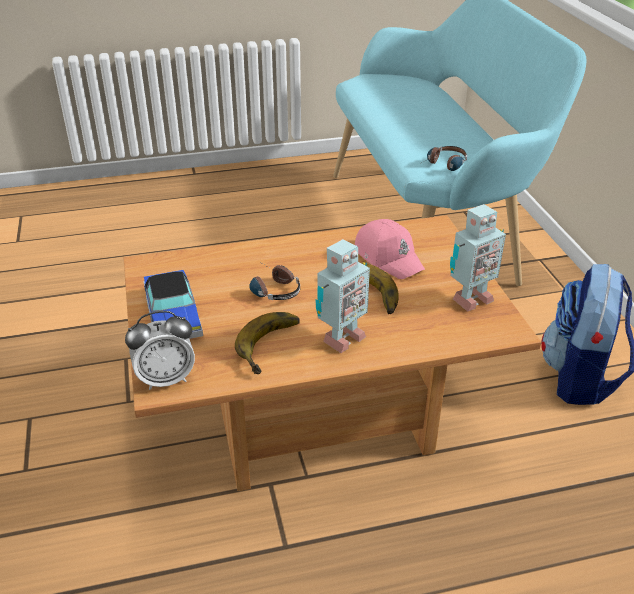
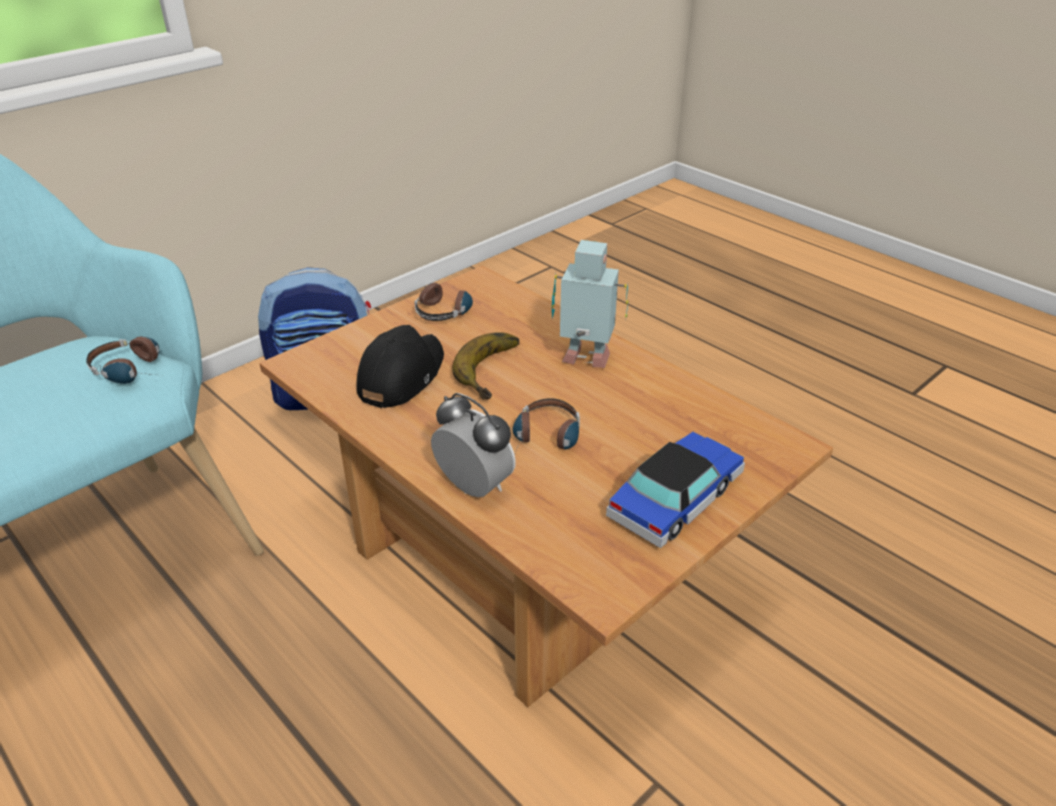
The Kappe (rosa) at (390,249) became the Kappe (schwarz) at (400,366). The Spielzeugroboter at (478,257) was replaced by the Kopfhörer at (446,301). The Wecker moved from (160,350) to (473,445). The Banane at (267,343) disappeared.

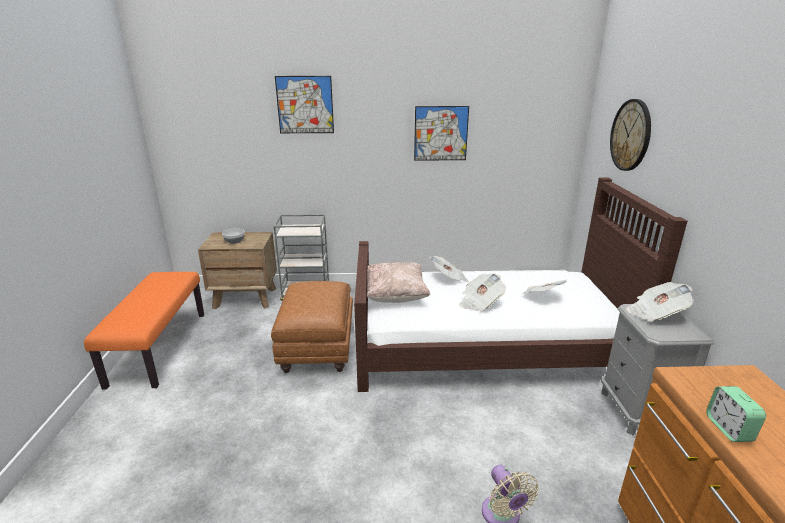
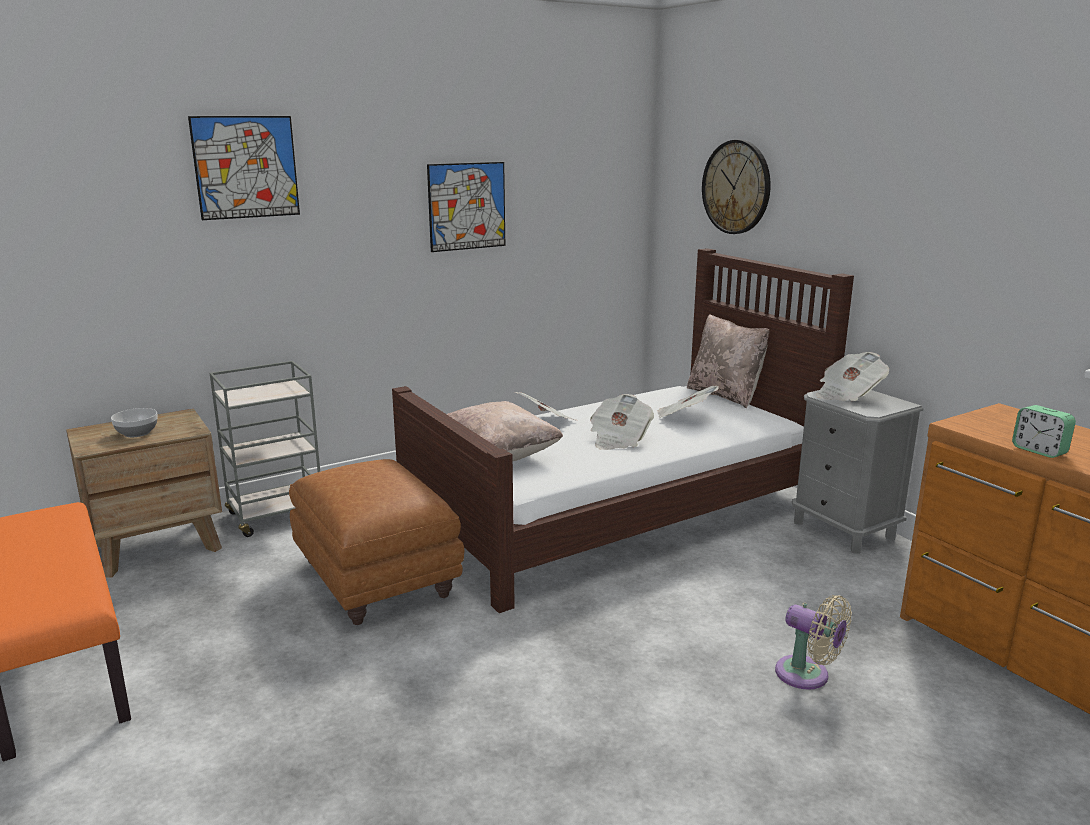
The Kissen (beige) at (728,361) appeared.

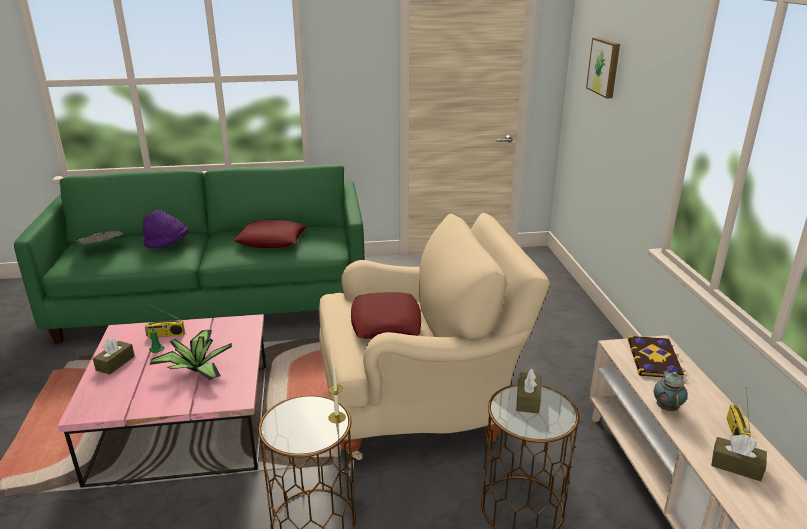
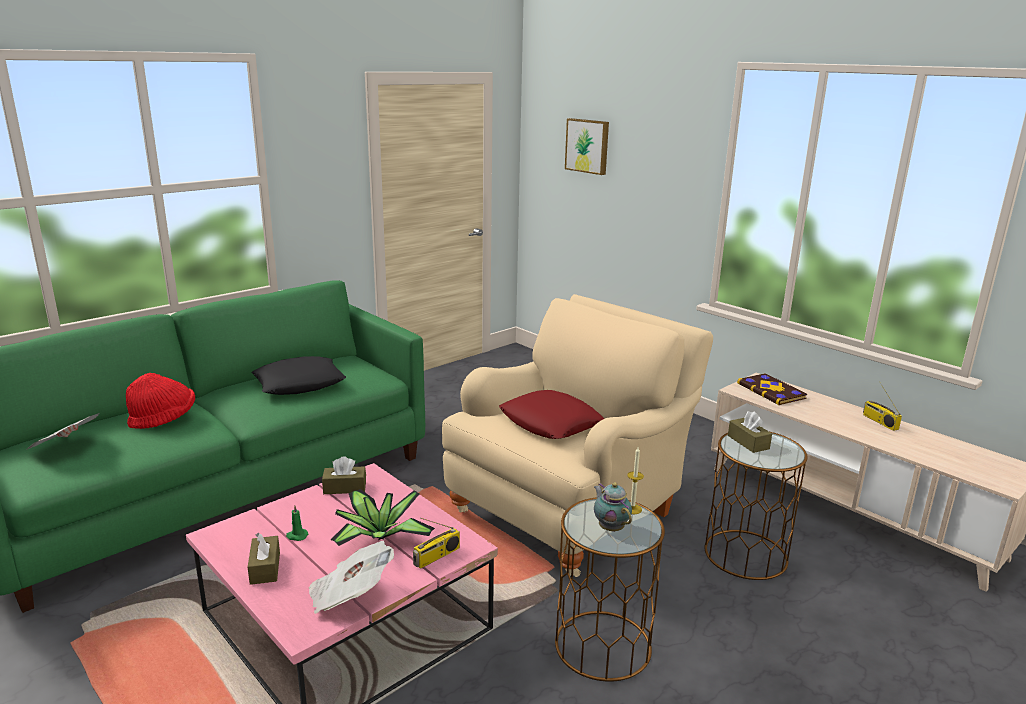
The Hut (lila) at (165,229) became the Hut (rot) at (160,401). The Kissen (rot) at (270,233) became the Kissen (schwarz) at (299,375). The Zeitung at (351,577) appeared. The Taschentuchbox (braun) moved from (739,458) to (344,475). The Radio moved from (165,321) to (436,543). The Teekanne moved from (670,390) to (613,507).

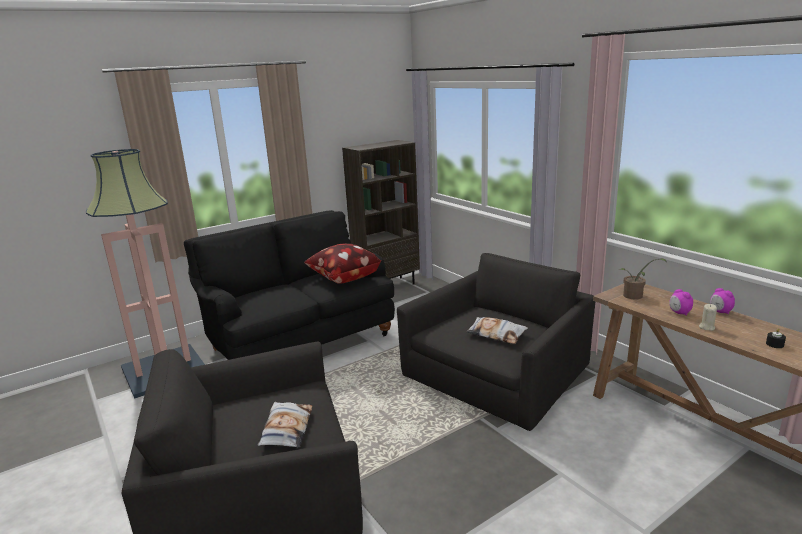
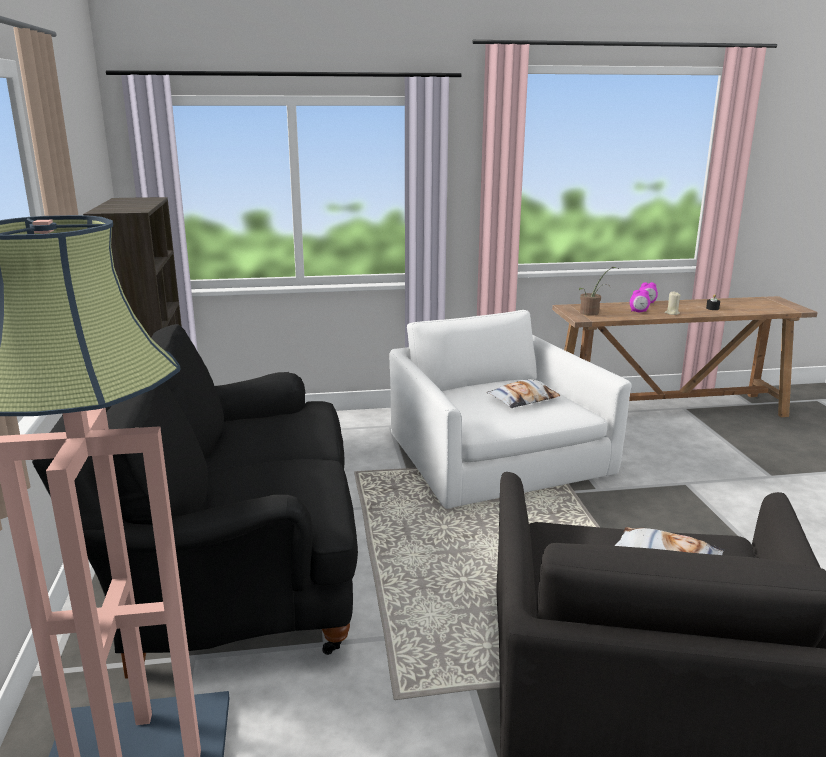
The Sessel (schwarz) at (496,342) became the Sessel (weiß) at (510,409). The Kissen at (342,263) disappeared.

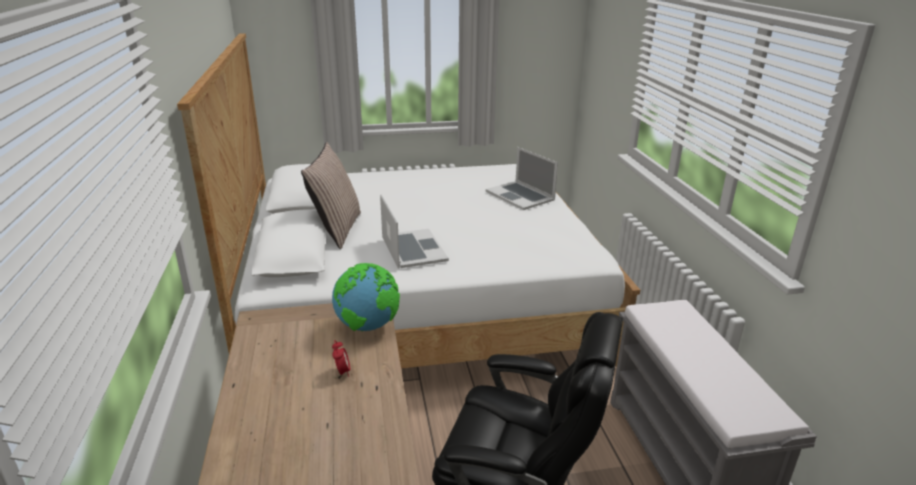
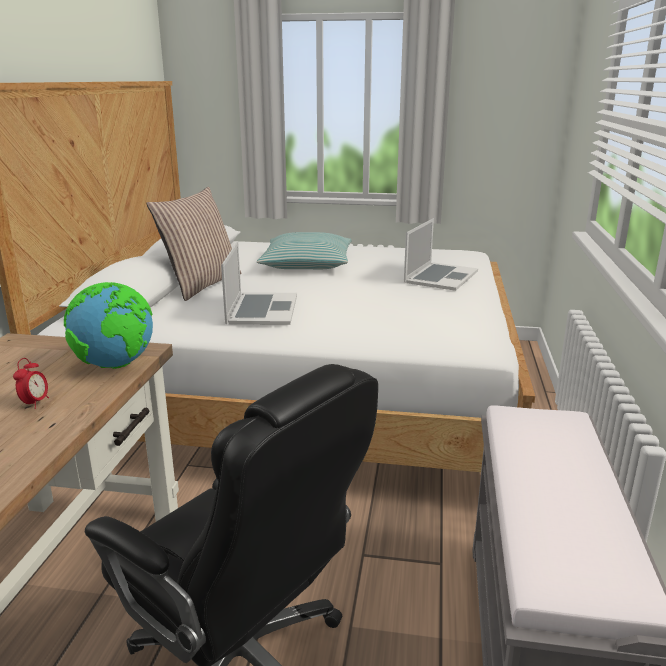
The Kissen at (304,250) appeared. The Laptop at (522,178) turned 135 degrees counterclockwise.

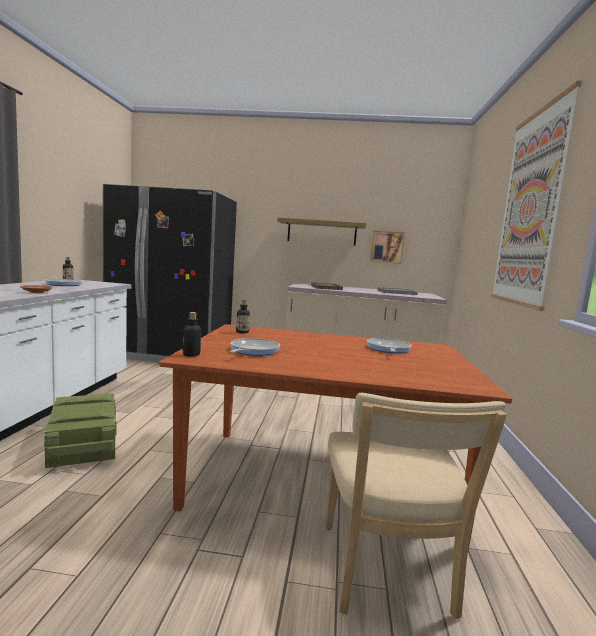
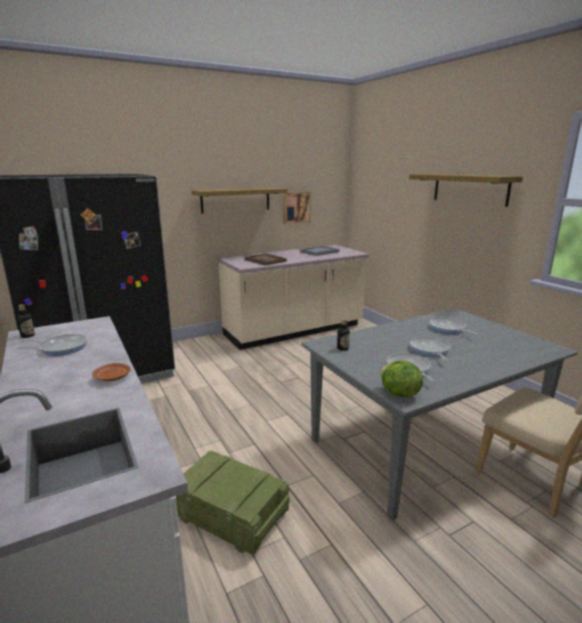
The Esstisch (braun) at (335,437) became the Esstisch (grau) at (439,414). The Flasche at (192,334) was replaced by the Salatkopf at (401,378). The Bild at (536,196) was replaced by the Wandregal at (466,190). The Pfanne at (430,349) appeared.

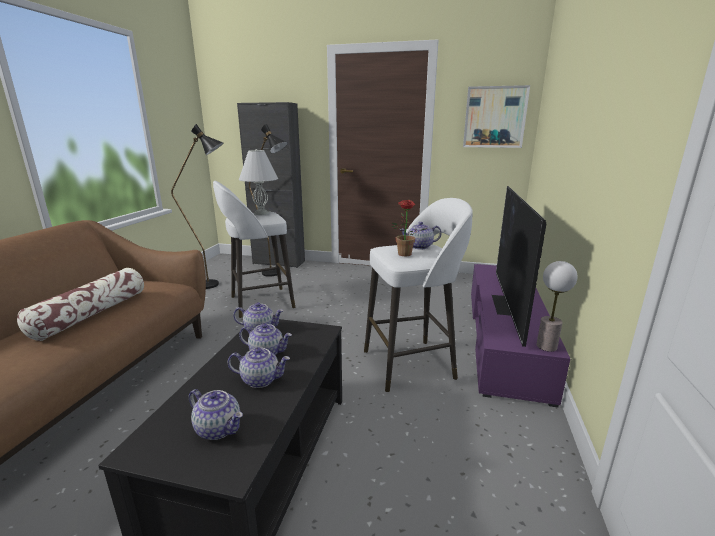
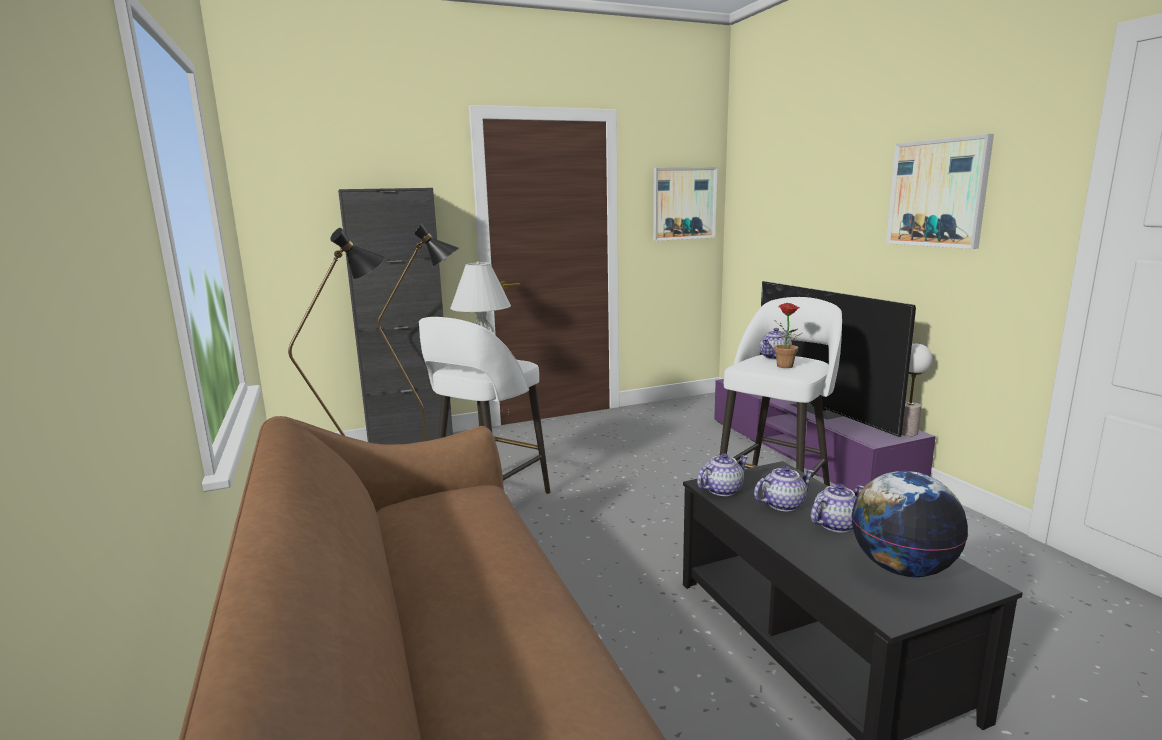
The Teekanne at (216,414) was replaced by the Globus at (909,524). The Bild at (940,191) appeared. The Kissen at (80,304) disappeared.

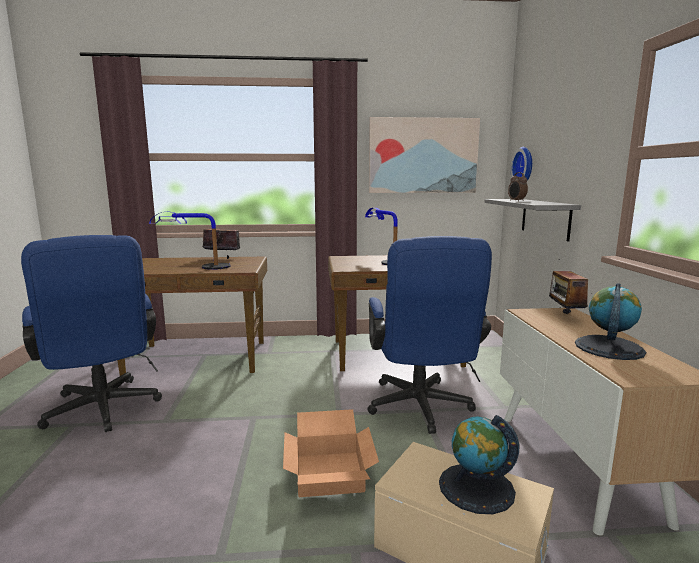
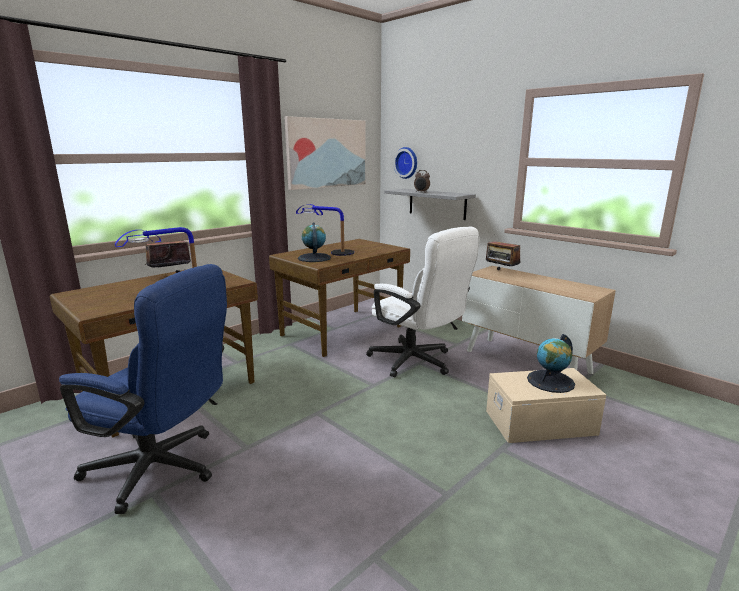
The Globus moved from (610,321) to (314,242). The Bürostuhl (blau) at (429,335) became the Bürostuhl (weiß) at (423,302). The Karton at (331,453) disappeared.

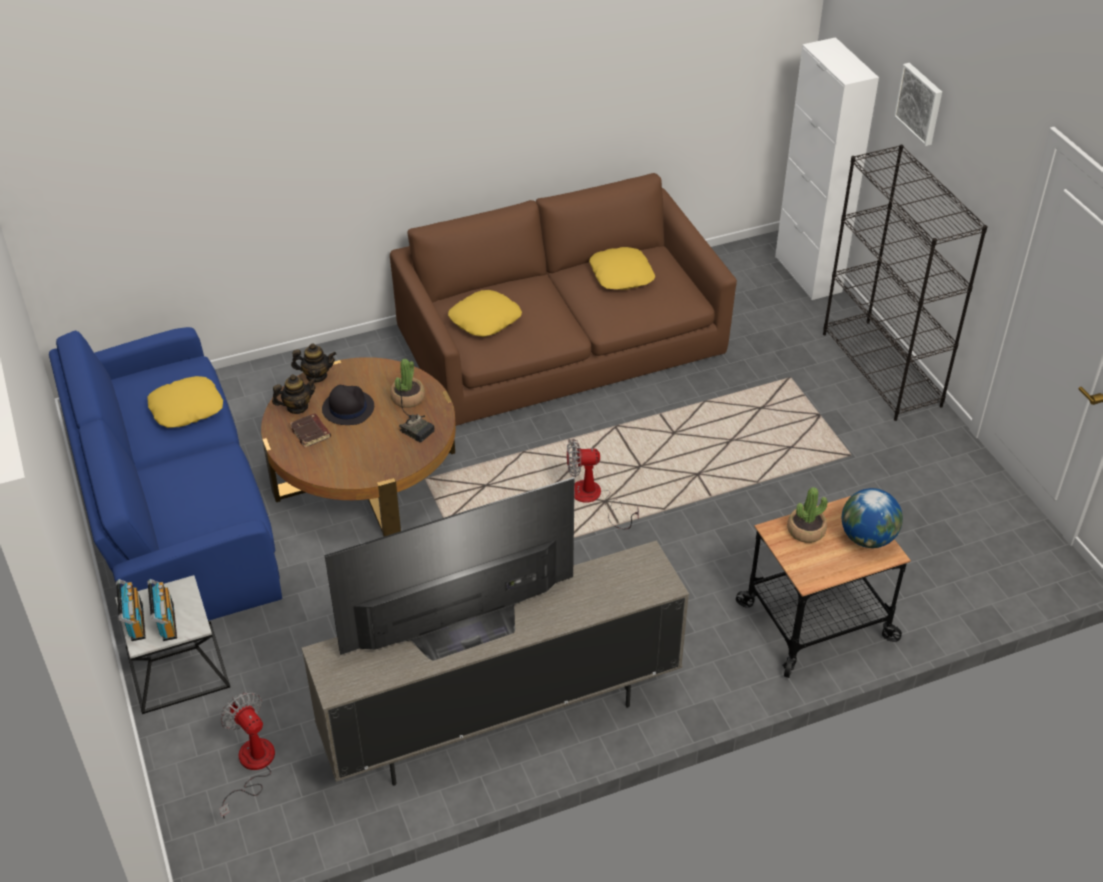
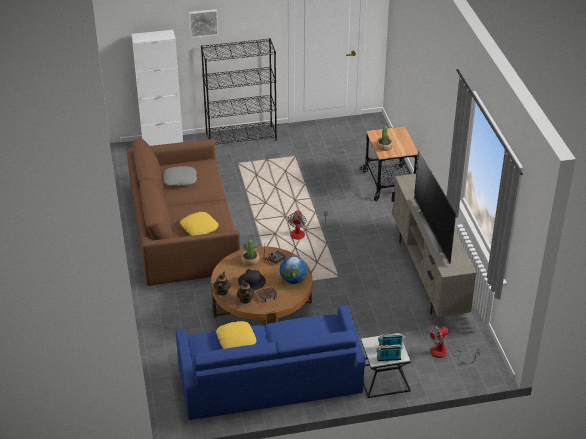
The Kissen (gelb) at (622,268) became the Kissen (grau) at (180,176). The Globus moved from (872,518) to (293,270).

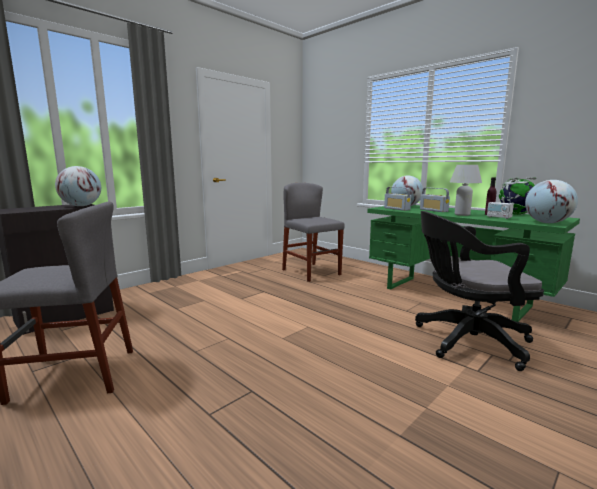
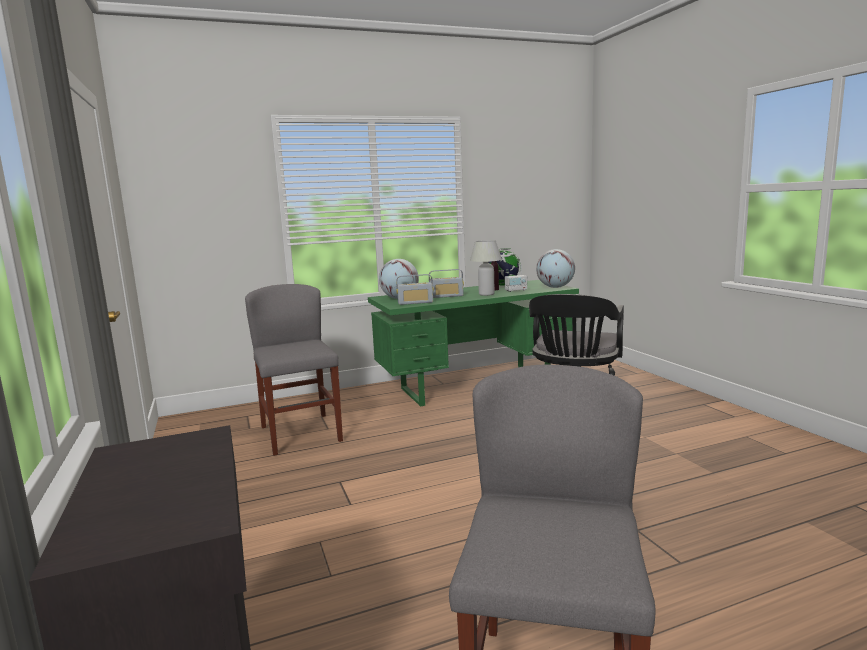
The Stuhl (grau) at (313,232) turned 75 degrees clockwise. The Globus at (78,186) disappeared.

